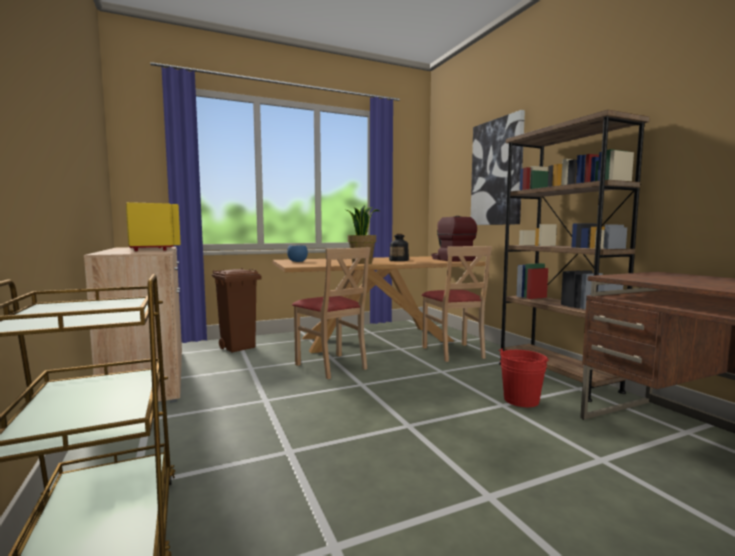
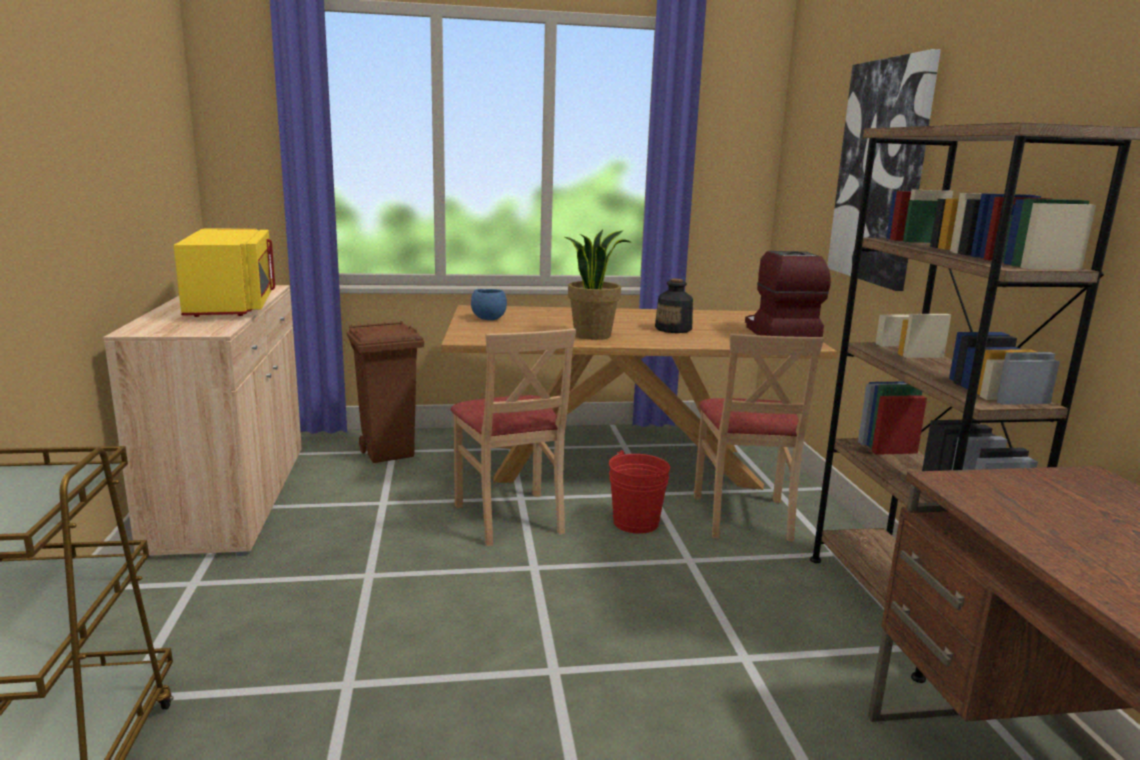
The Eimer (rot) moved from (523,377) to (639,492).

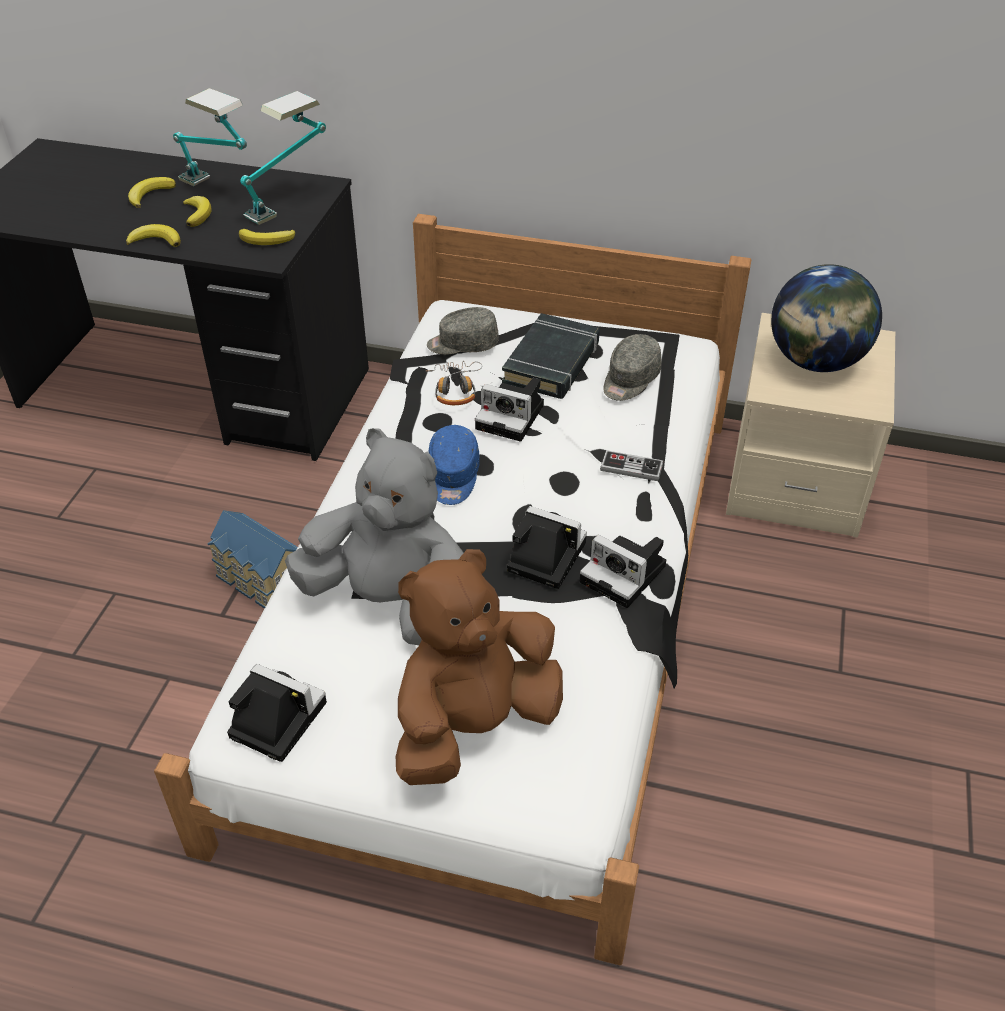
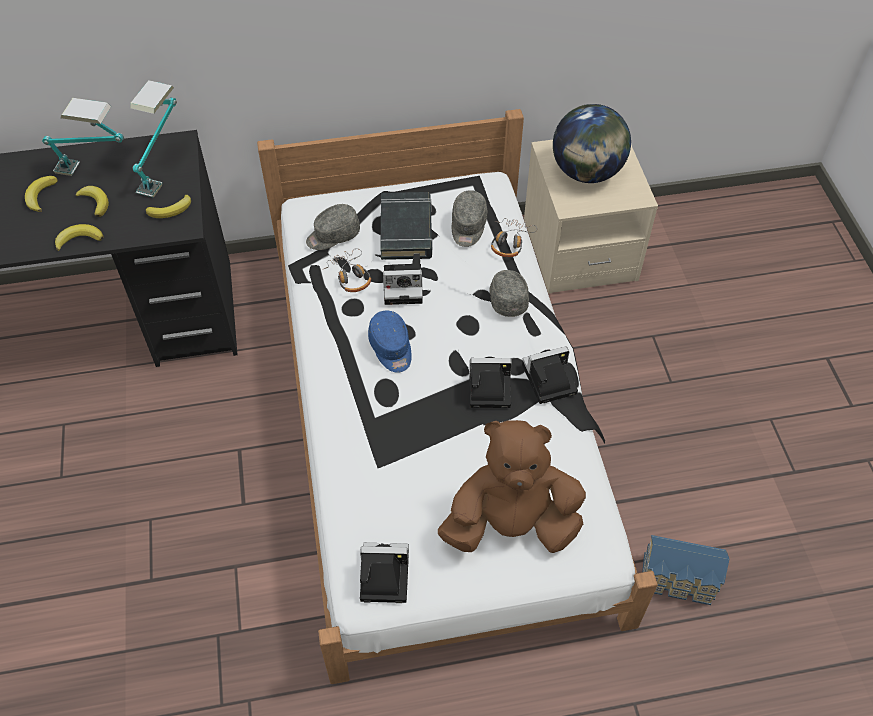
The Plüschtier (braun) at (479,667) turned 60 degrees clockwise. The Gamepad at (631,465) was replaced by the Kappe (grau) at (509,293). The Kopfhörer at (514,237) appeared. The Kamera at (623,571) turned 150 degrees clockwise. The Spielzeughaus moved from (253,559) to (686,570). The Plüschtier (grau) at (374,536) disappeared.

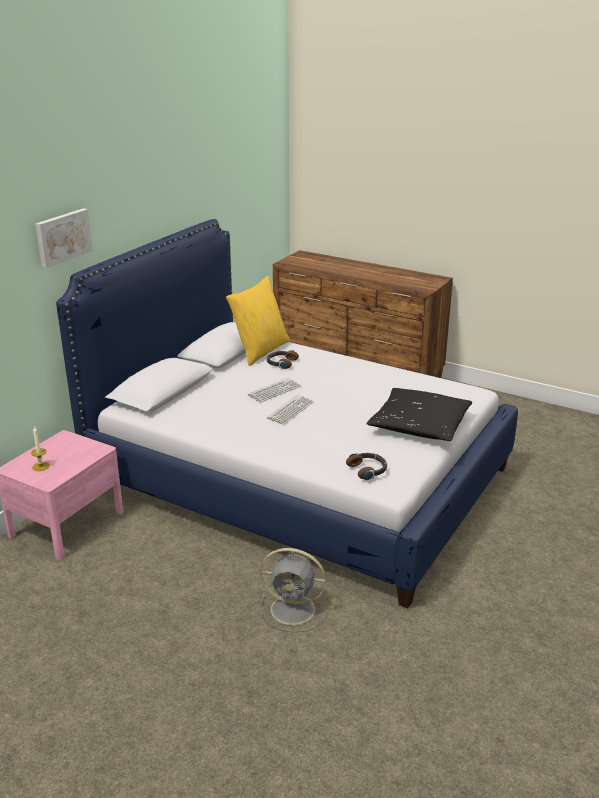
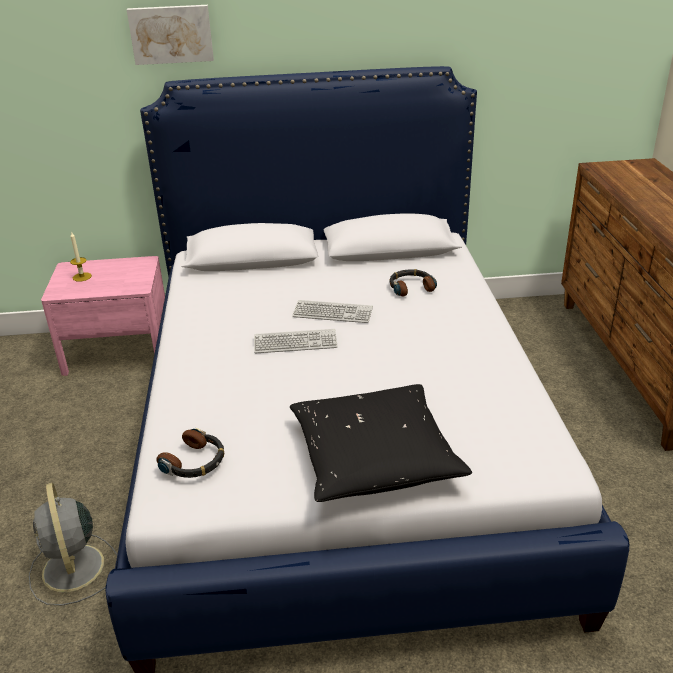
The Kissen (gelb) at (258,321) disappeared.

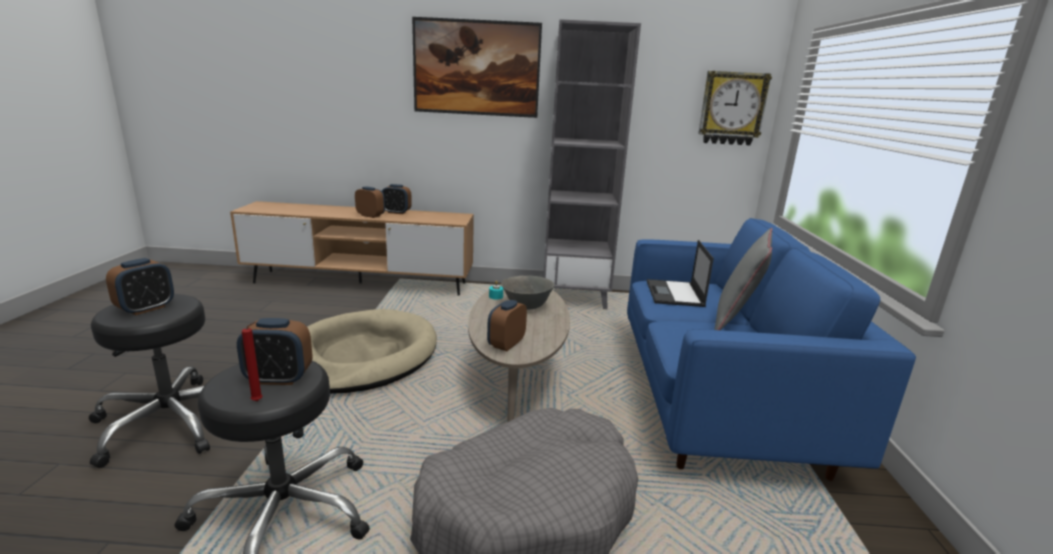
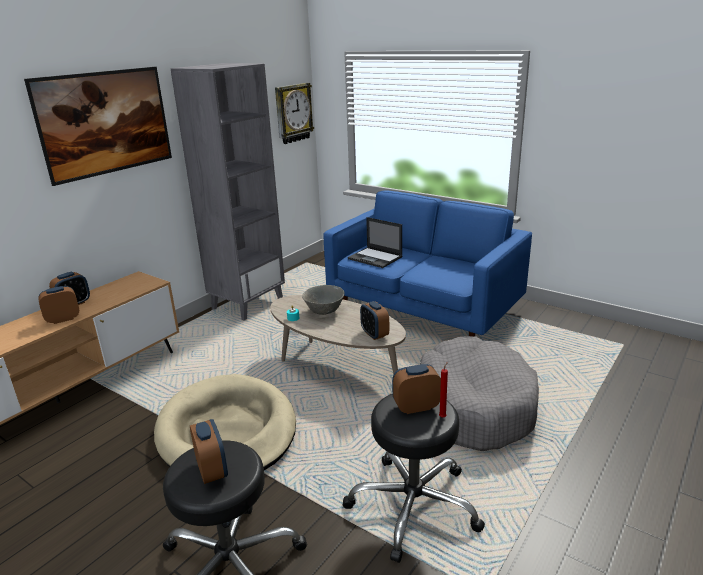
The Wecker at (274,351) turned 135 degrees counterclockwise. The Kissen (grau) at (743,279) disappeared.

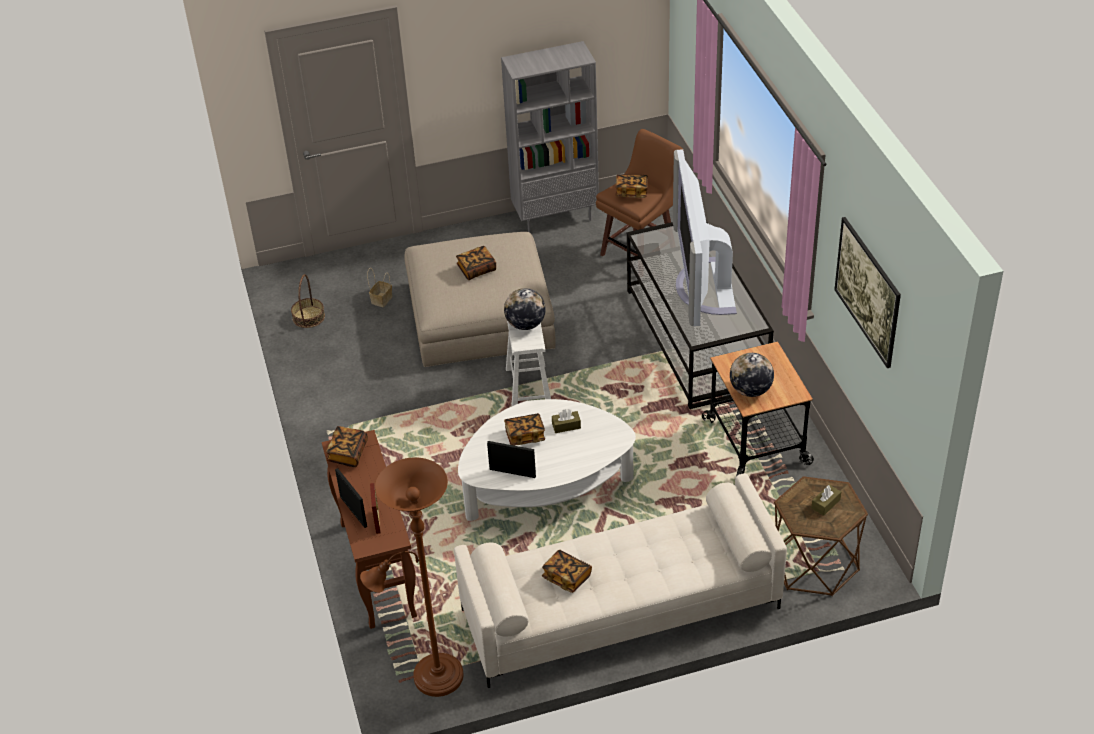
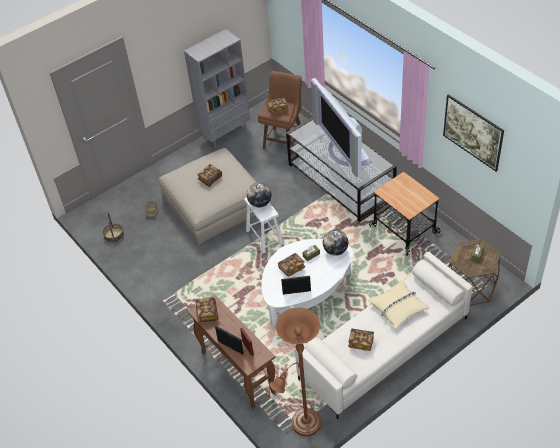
The Globus moved from (752,375) to (335,243). The Kissen (beige) at (398,304) appeared.

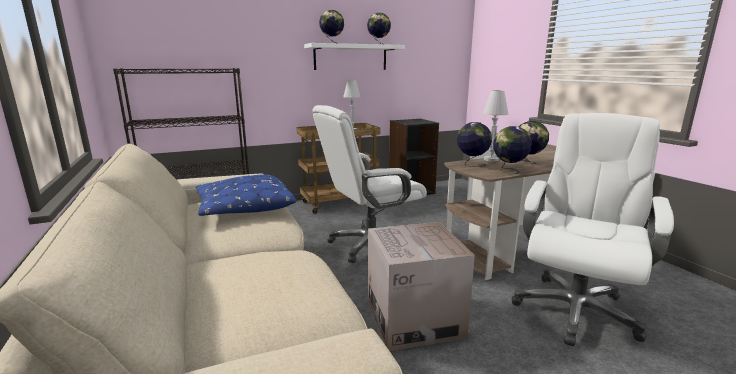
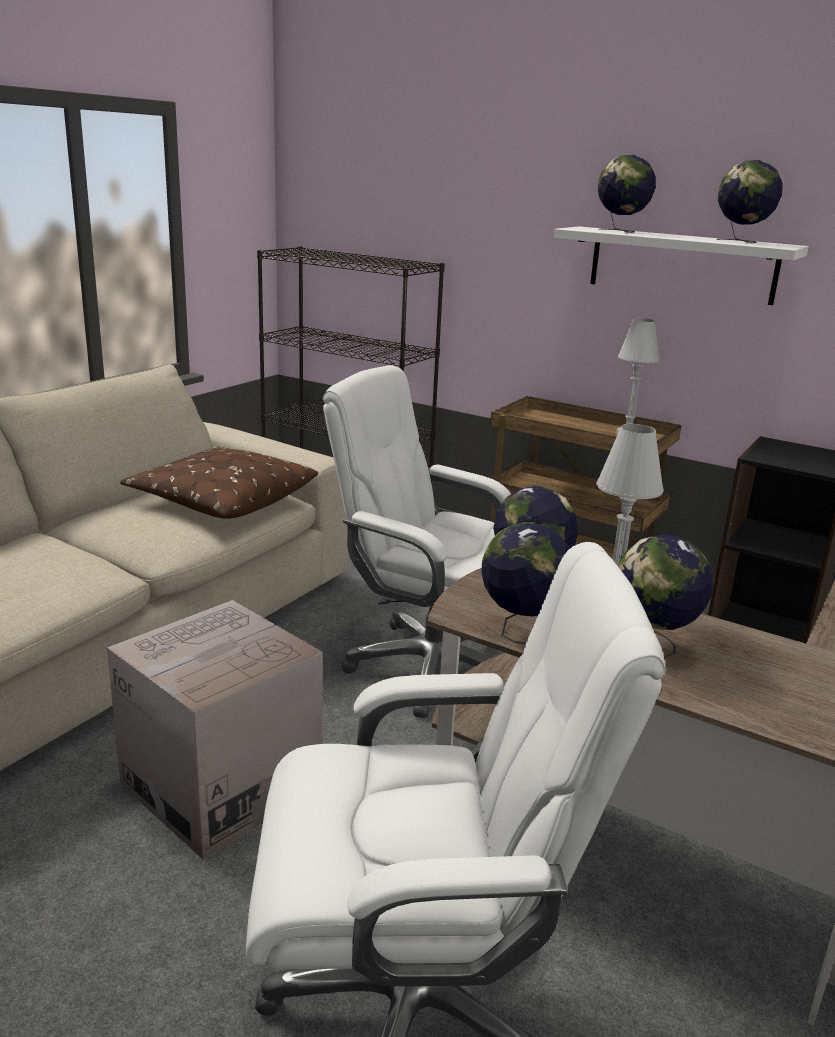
The Kissen (blau) at (246,195) became the Kissen (braun) at (219,483).

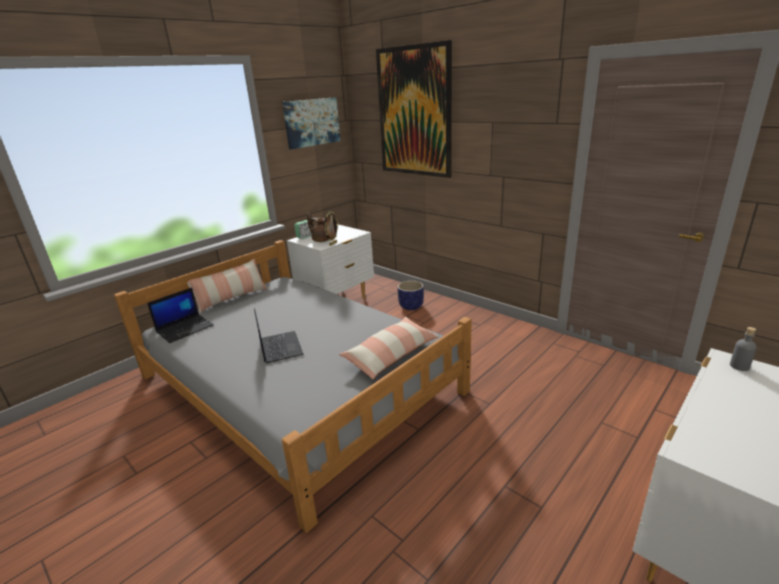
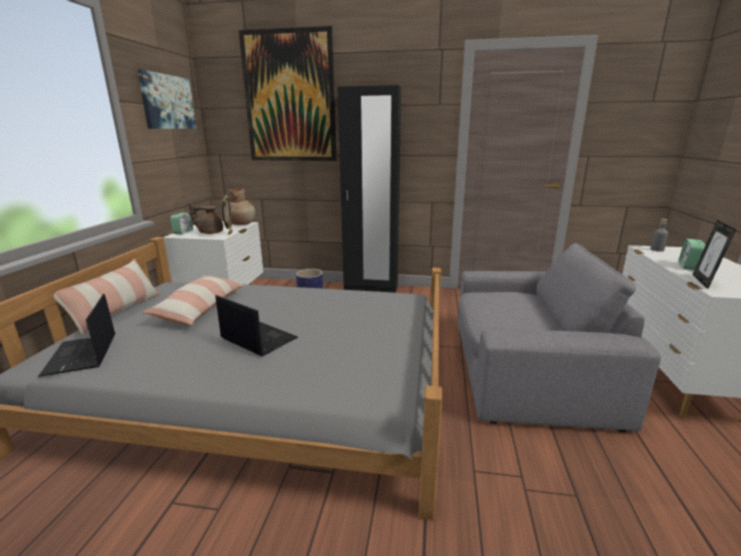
The Laptop at (180,315) turned 150 degrees clockwise. The Kissen moved from (389,347) to (193,300). The Vase (braun) at (242,206) appeared. The Kleiderschrank (schwarz) at (369,189) appeared. The Sessel (grau) at (559,337) appeared. The Wecker at (692,254) appeared. The Bilderrahmen at (714,254) appeared.

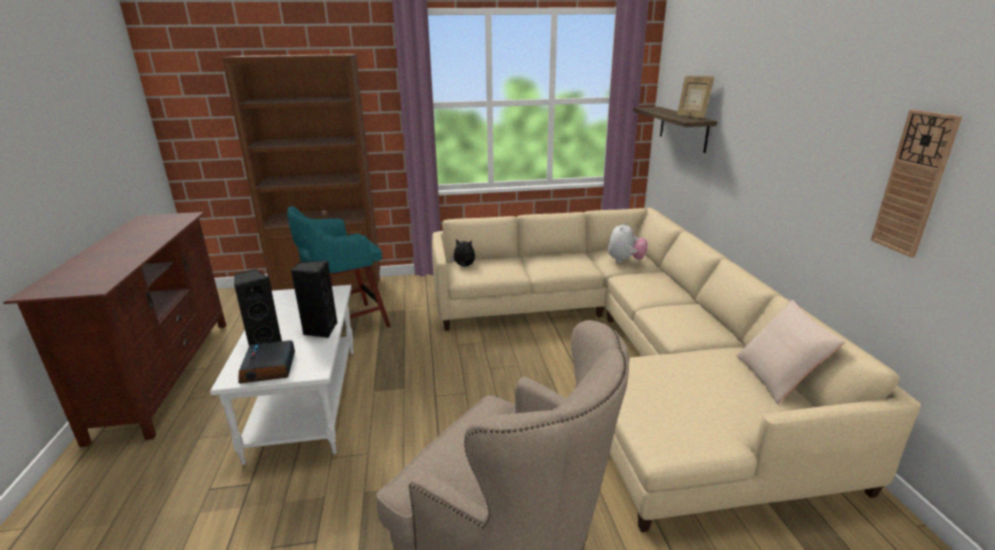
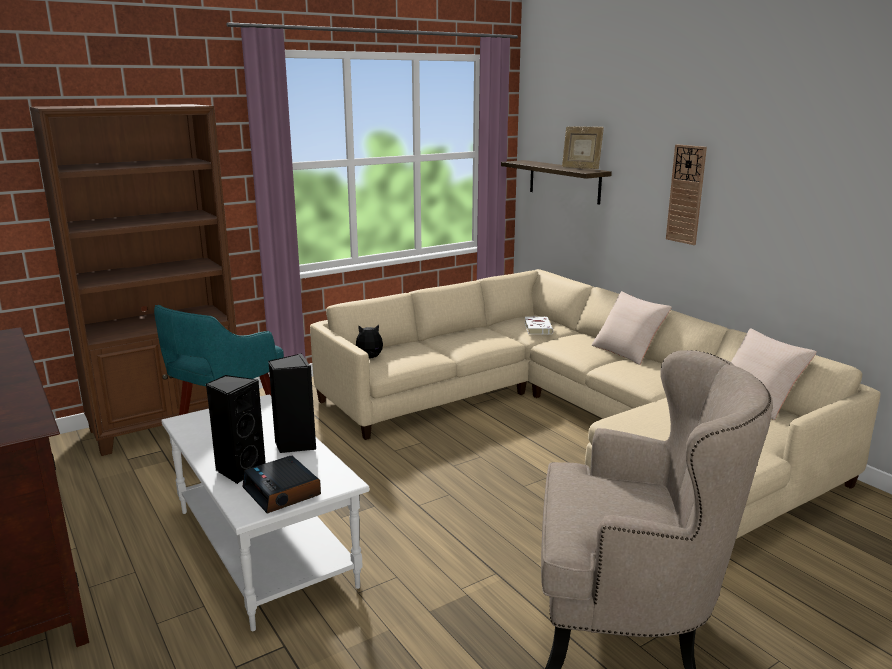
The Plüschtier at (628,242) was replaced by the Buch (weiß) at (539,326). The Kissen (beige) at (632,328) appeared. The Wanduhr moved from (916,184) to (686,194).

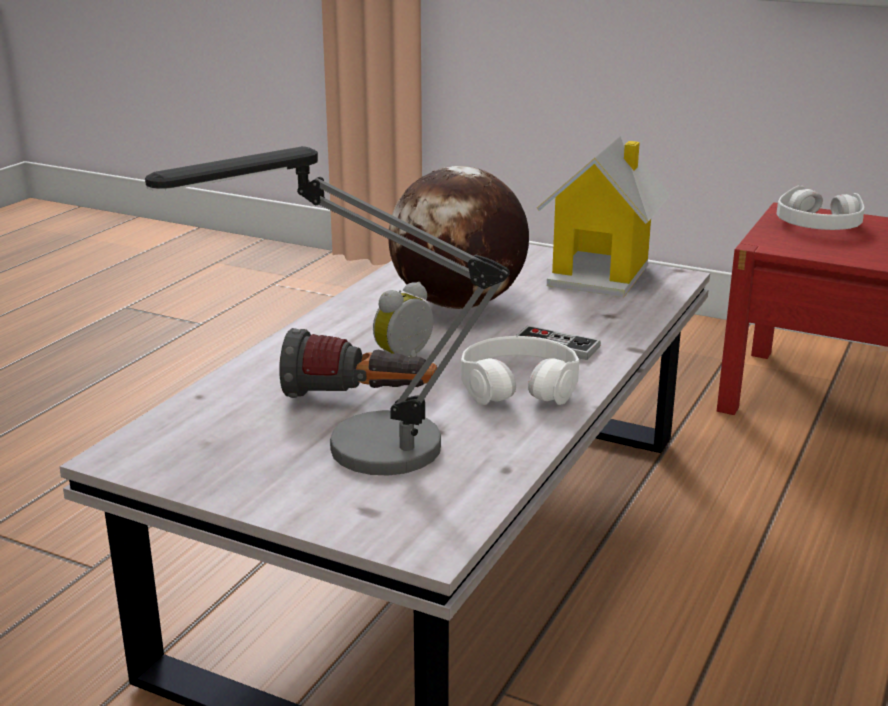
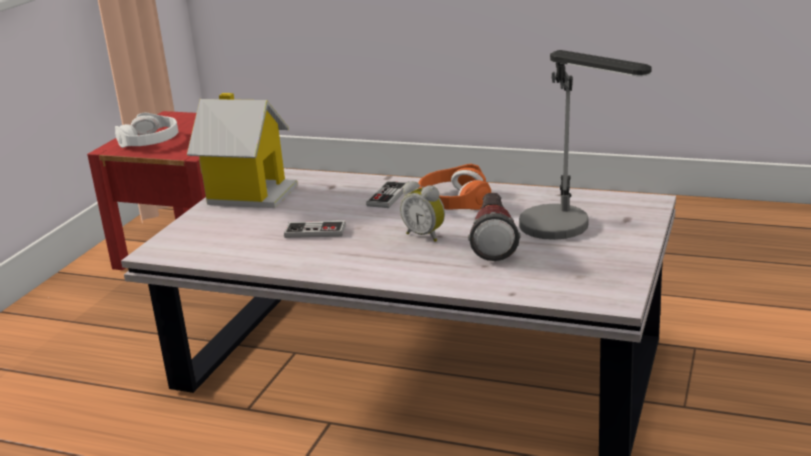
The Globus at (458,237) was replaced by the Gamepad at (315,229). The Kopfhörer (weiß) at (520,370) became the Kopfhörer (orange) at (454,187).

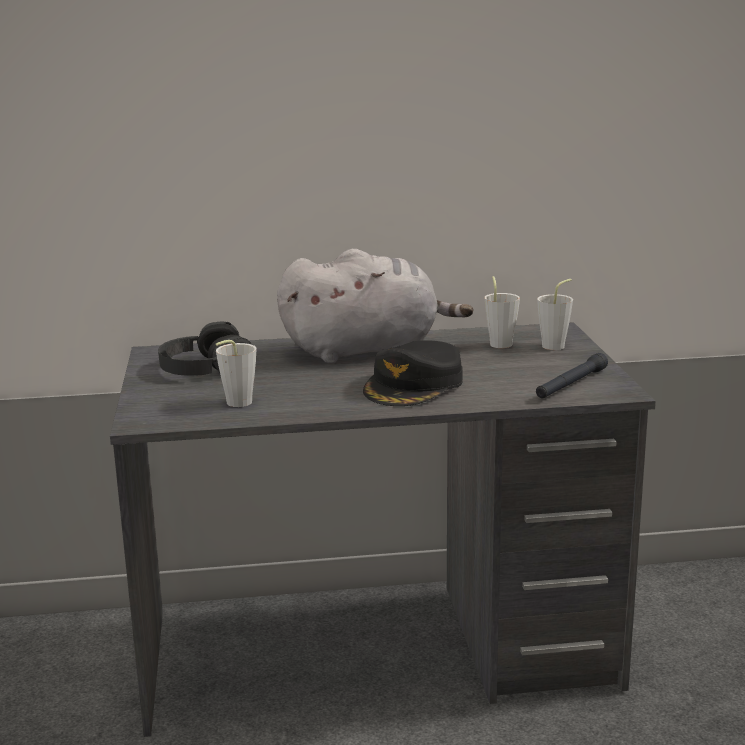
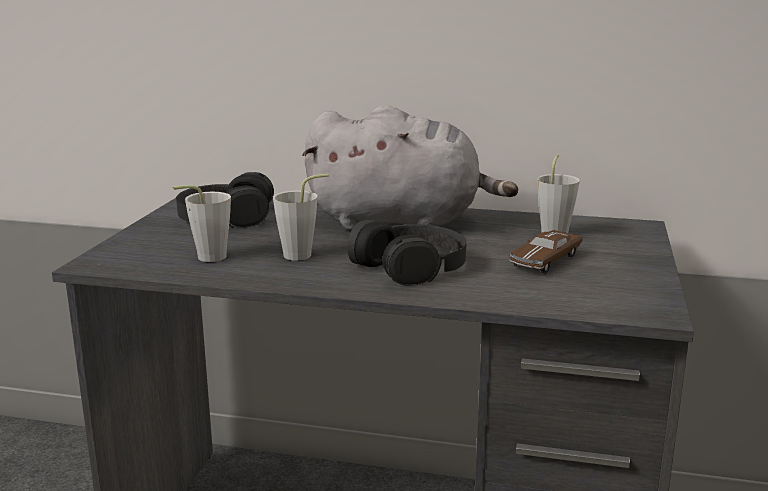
The Tasse (grau) moved from (555,314) to (301,217). The Kappe (schwarz) at (413,373) was replaced by the Kopfhörer (schwarz) at (407,253). The Spielzeugauto (braun) at (546,252) appeared. The Taschenlampe (schwarz) at (572,376) disappeared.

